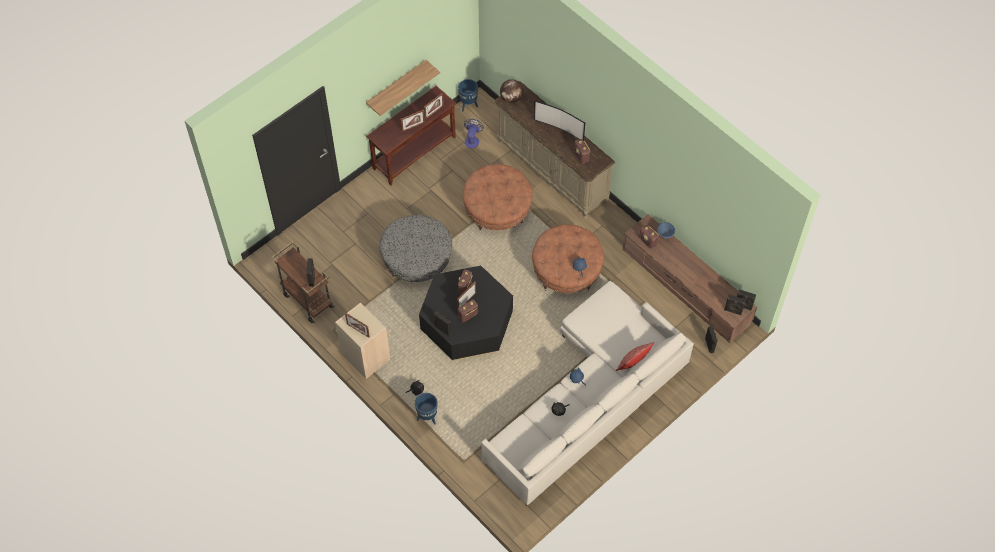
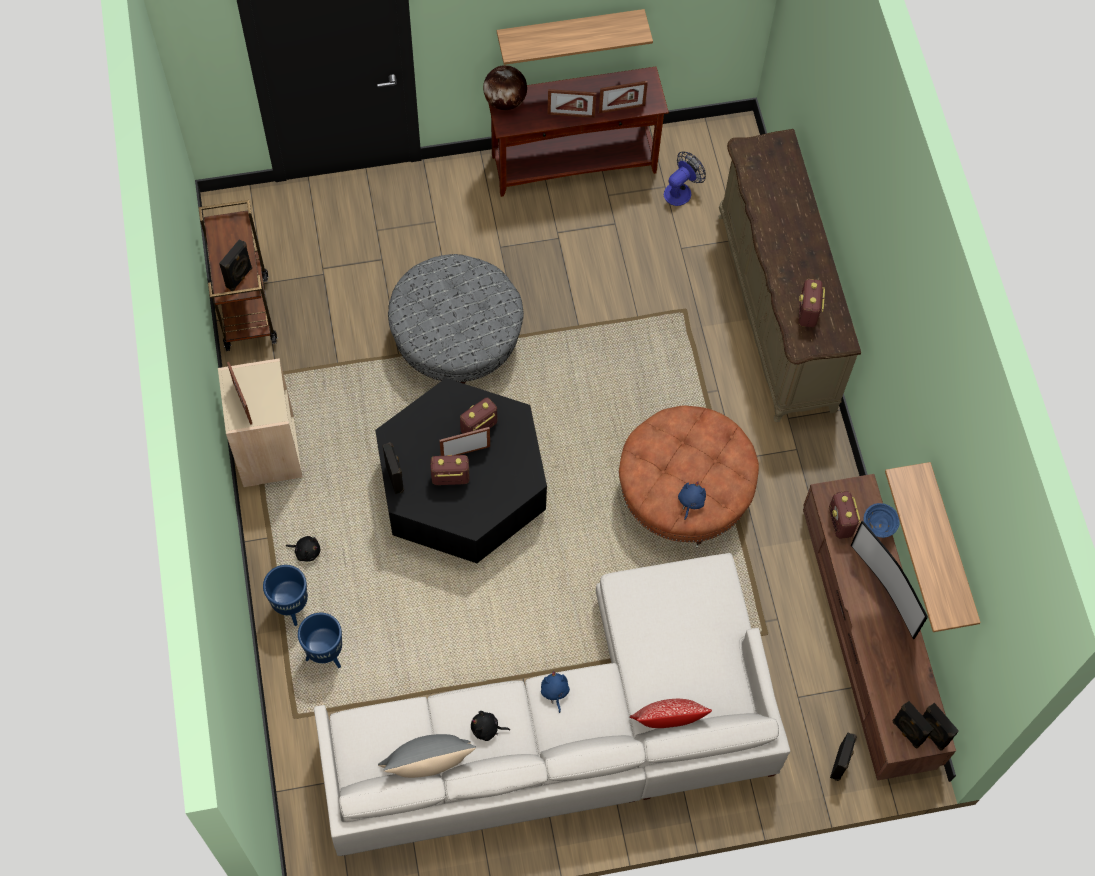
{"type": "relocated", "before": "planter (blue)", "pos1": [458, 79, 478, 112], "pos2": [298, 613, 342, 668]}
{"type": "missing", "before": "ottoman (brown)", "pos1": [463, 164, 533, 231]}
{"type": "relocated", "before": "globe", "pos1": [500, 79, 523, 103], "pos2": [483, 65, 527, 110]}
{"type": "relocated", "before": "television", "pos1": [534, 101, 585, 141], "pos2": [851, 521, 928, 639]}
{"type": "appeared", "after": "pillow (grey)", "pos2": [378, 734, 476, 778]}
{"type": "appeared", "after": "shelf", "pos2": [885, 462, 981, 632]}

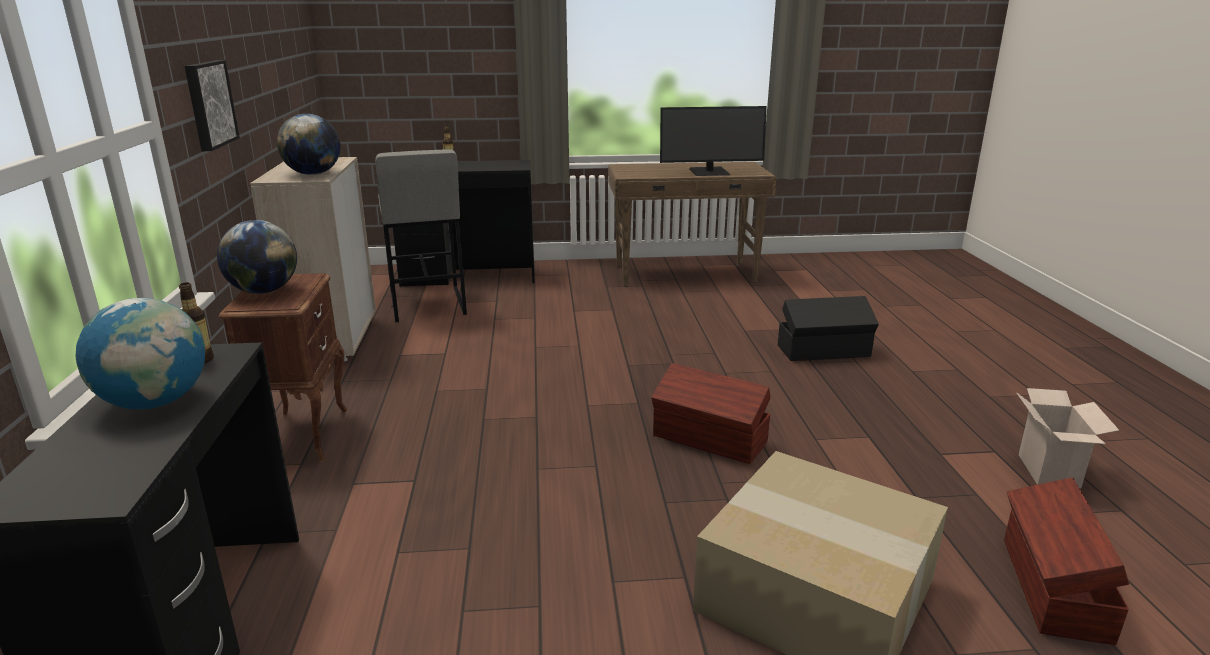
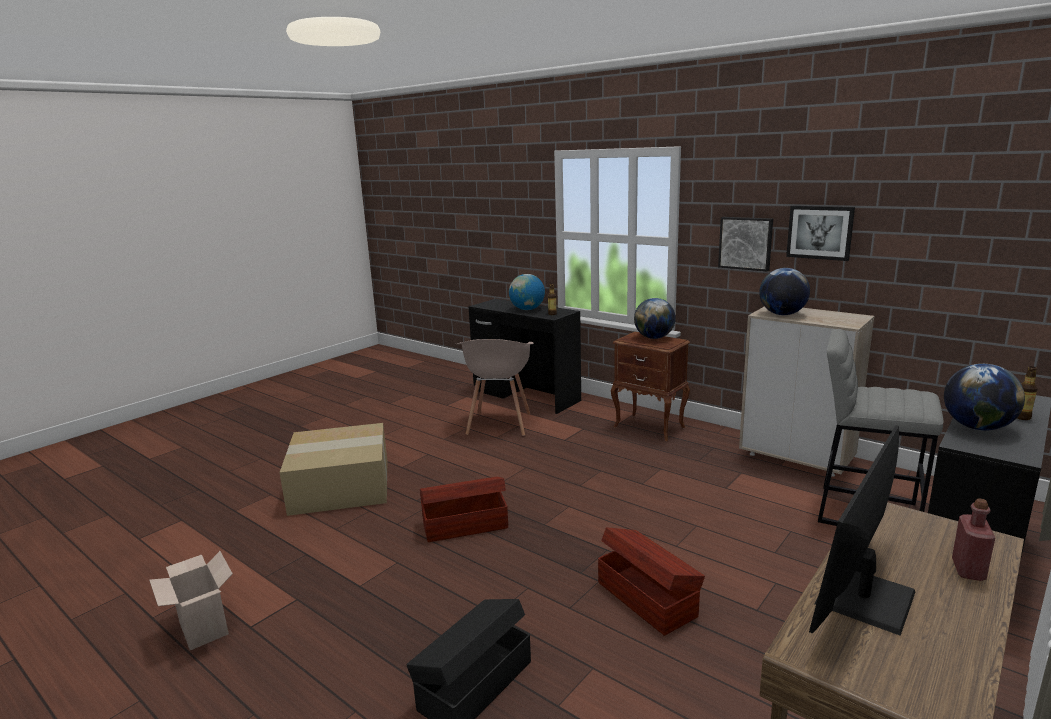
{"type": "relocated", "before": "storage box (brown)", "pos1": [1004, 477, 1129, 645], "pos2": [598, 528, 705, 636]}
{"type": "appeared", "after": "chair (beige)", "pos2": [457, 339, 534, 436]}
{"type": "appeared", "after": "picture", "pos2": [786, 206, 855, 261]}
{"type": "appeared", "after": "globe", "pos2": [944, 364, 1025, 431]}
{"type": "appeared", "after": "bottle (red)", "pos2": [952, 498, 995, 581]}

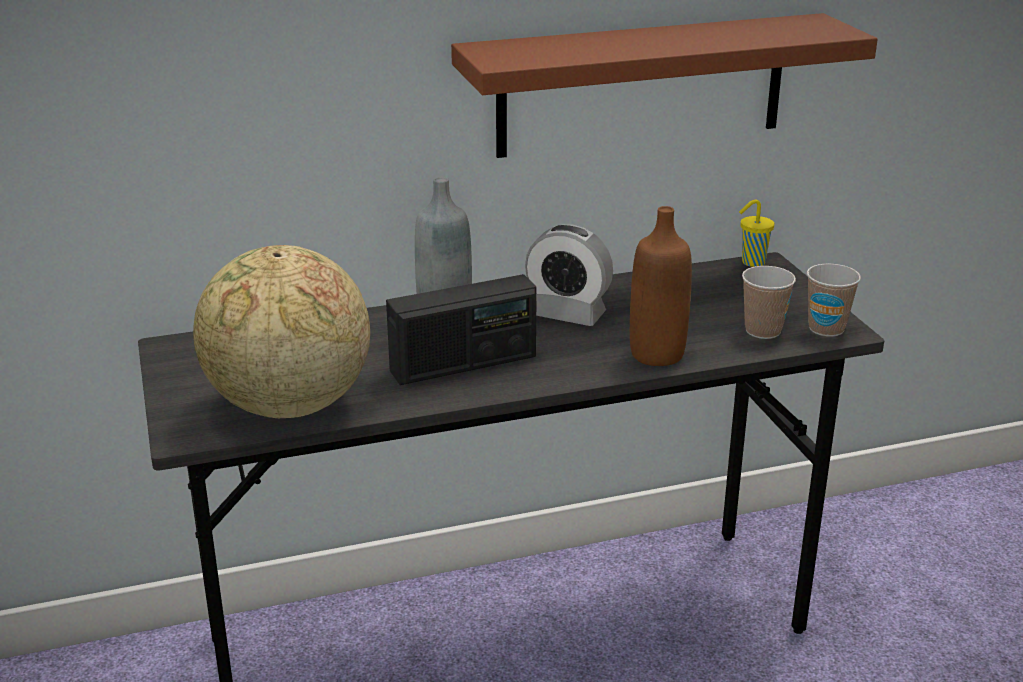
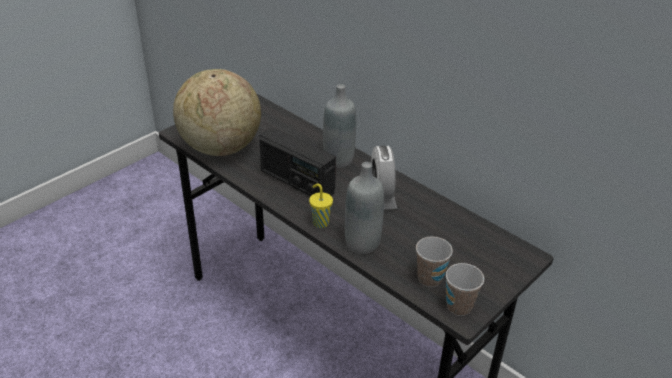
{"type": "missing", "before": "shelf (brown)", "pos1": [451, 13, 878, 158]}
{"type": "colour", "before": "bottle (brown)", "after": "bottle (grey)", "pos1": [630, 206, 692, 366], "pos2": [345, 162, 384, 254]}
{"type": "relocated", "before": "cup (yellow)", "pos1": [739, 200, 774, 267], "pos2": [309, 184, 333, 228]}

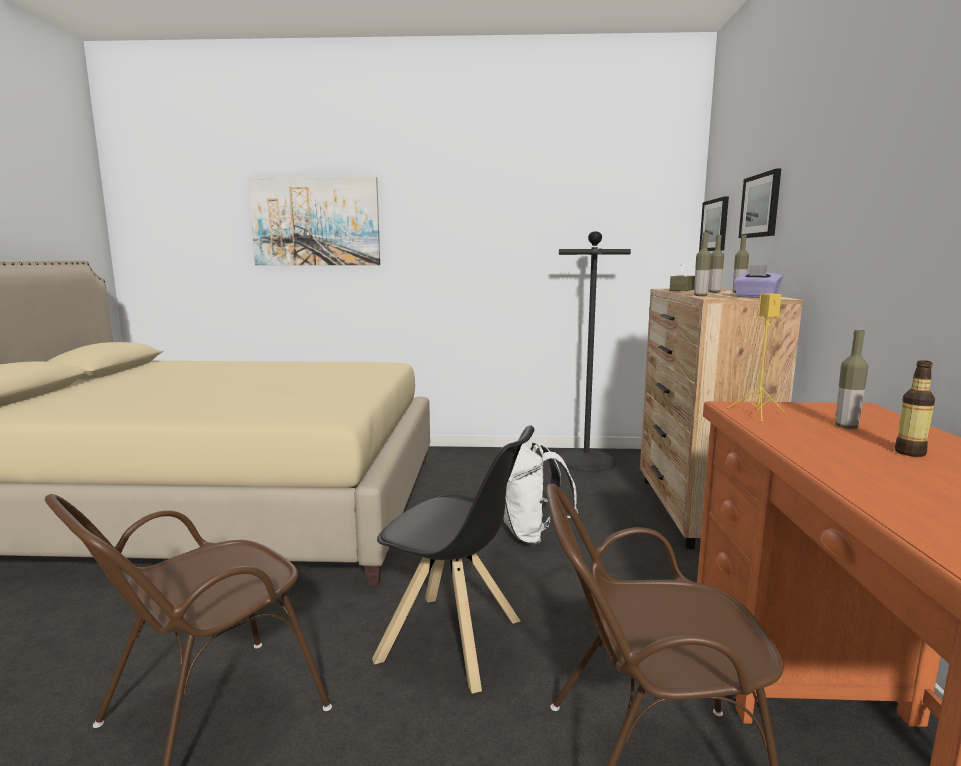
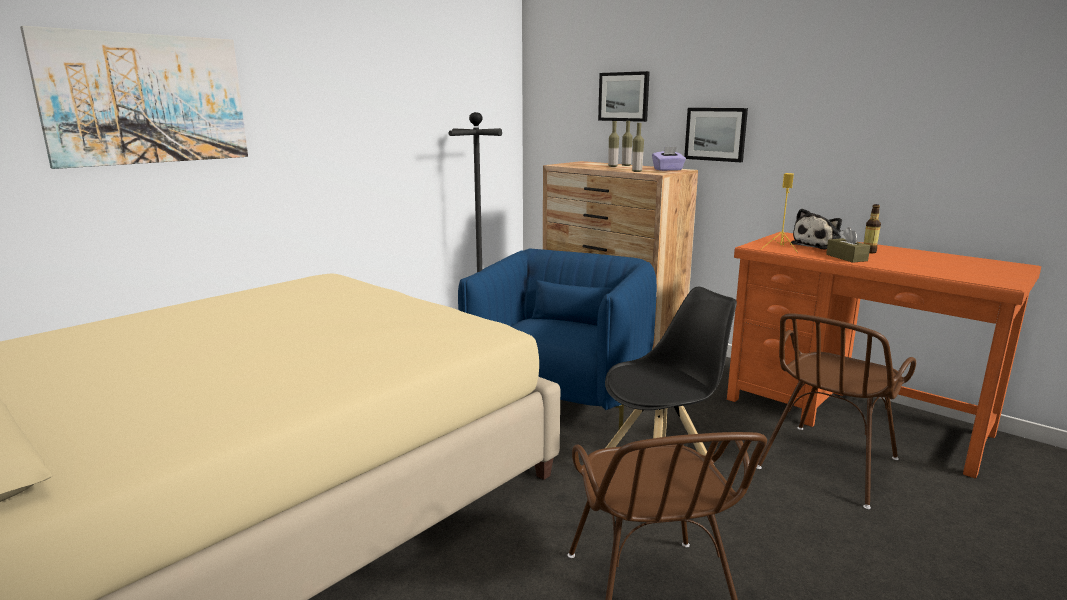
{"type": "exchanged", "before": "backpack (white)", "after": "armchair (blue)", "pos1": [503, 442, 578, 545], "pos2": [458, 248, 657, 429]}
{"type": "relocated", "before": "tissue box (brown)", "pos1": [670, 263, 695, 291], "pos2": [826, 227, 870, 263]}
{"type": "relocated", "before": "picture", "pos1": [699, 196, 729, 251], "pos2": [684, 108, 748, 162]}
{"type": "exchanged", "before": "bottle", "after": "plush toy", "pos1": [835, 330, 868, 429], "pos2": [790, 208, 842, 250]}

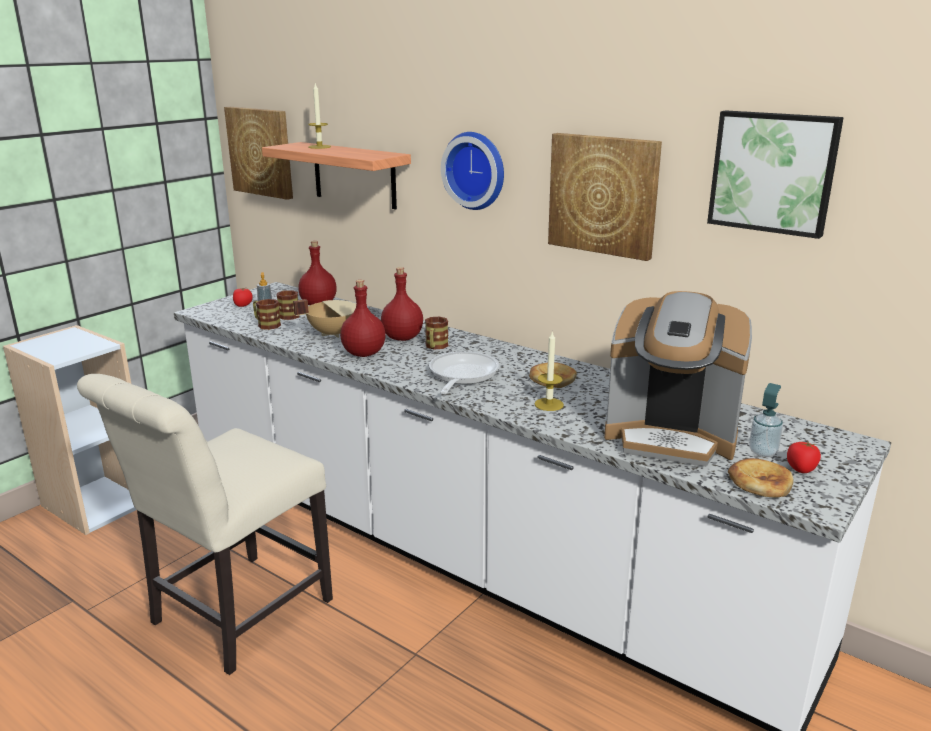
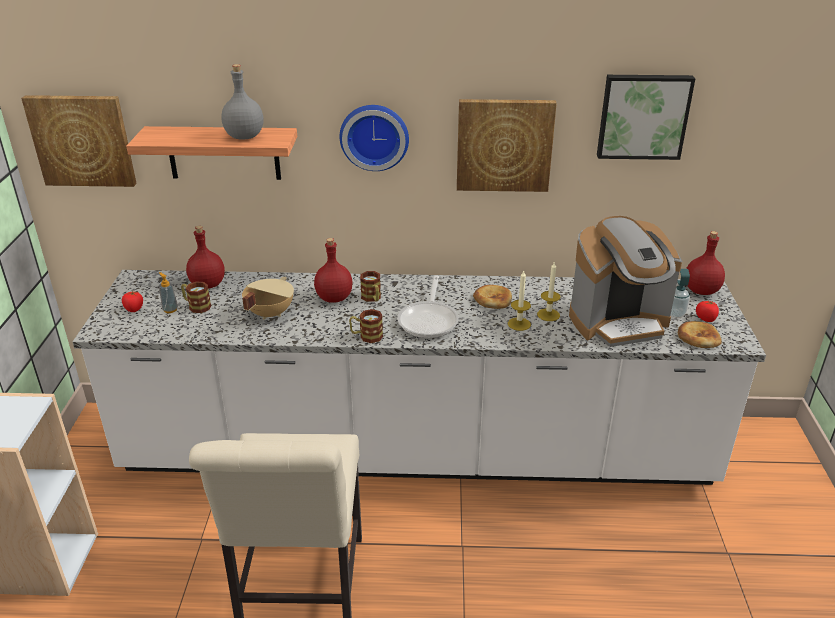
{"type": "relocated", "before": "mug", "pos1": [253, 299, 281, 330], "pos2": [349, 309, 383, 343]}
{"type": "relocated", "before": "candle", "pos1": [308, 84, 331, 149], "pos2": [537, 262, 561, 321]}
{"type": "relocated", "before": "bottle (red)", "pos1": [340, 280, 386, 357], "pos2": [686, 231, 725, 295]}
{"type": "spun", "before": "frying pan", "pos1": [429, 351, 500, 394], "pos2": [397, 275, 459, 338], "turn": -150}
{"type": "appeared", "after": "bottle (grey)", "pos2": [222, 64, 263, 139]}

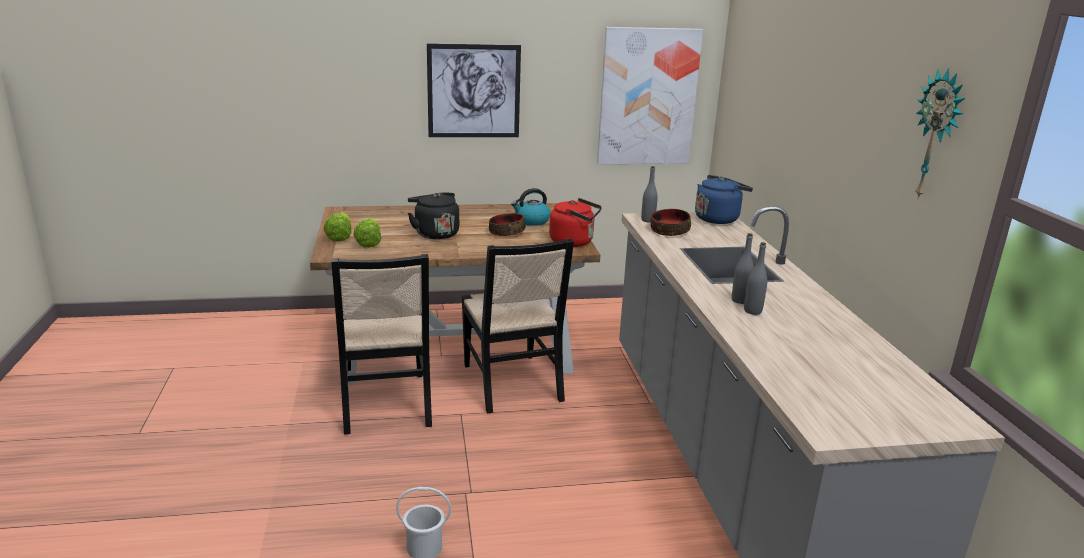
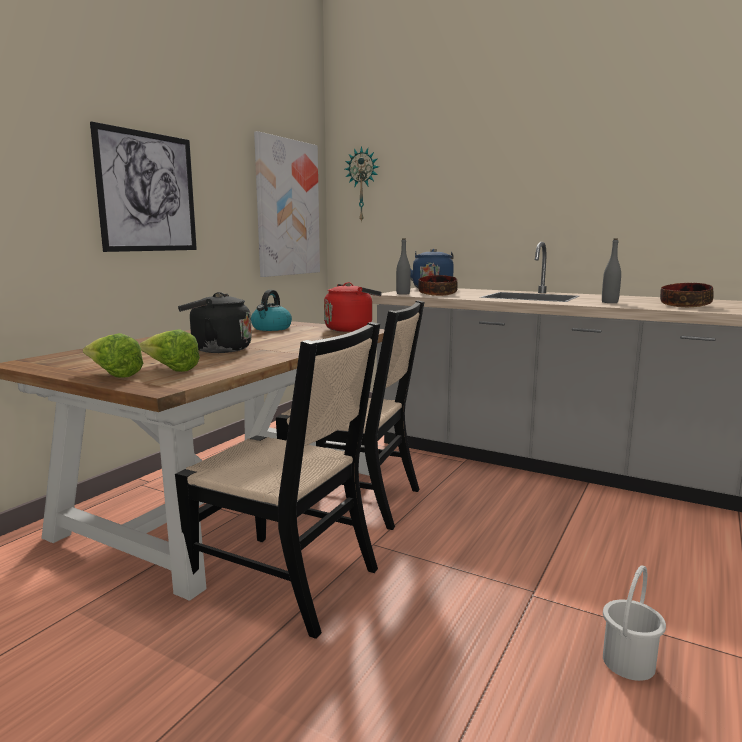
{"type": "relocated", "before": "bowl", "pos1": [489, 213, 526, 236], "pos2": [660, 283, 713, 307]}
{"type": "missing", "before": "bottle (grey)", "pos1": [744, 242, 767, 315]}
{"type": "relocated", "before": "wall clock", "pos1": [915, 68, 965, 199], "pos2": [345, 146, 379, 223]}

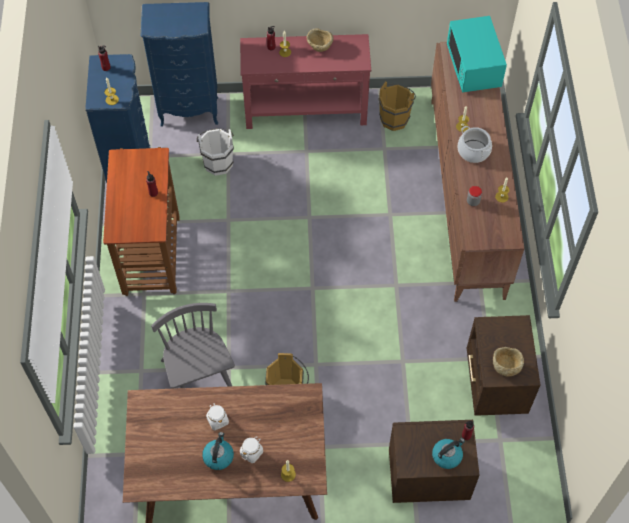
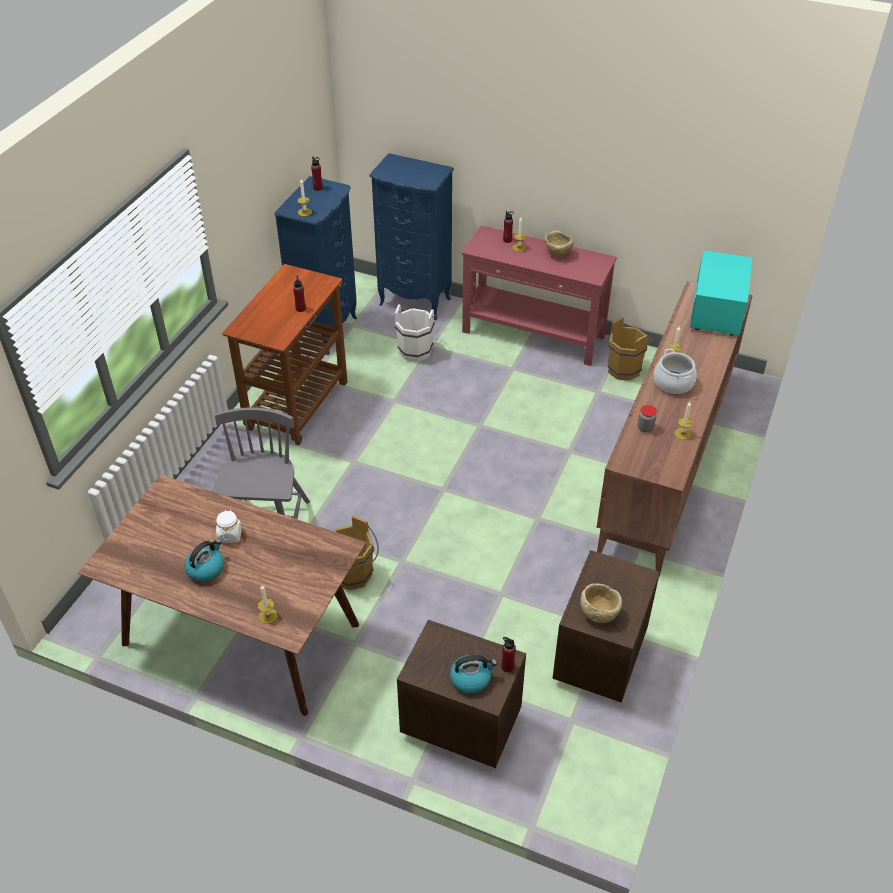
{"type": "missing", "before": "jar (white)", "pos1": [240, 436, 263, 463]}

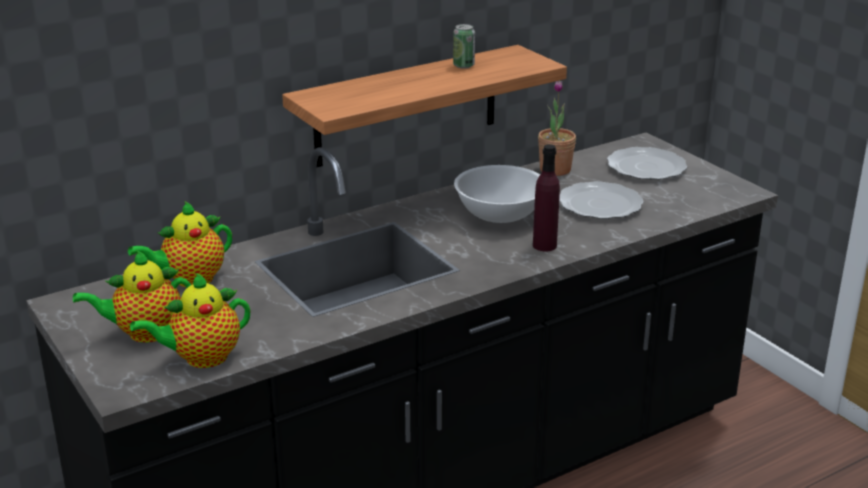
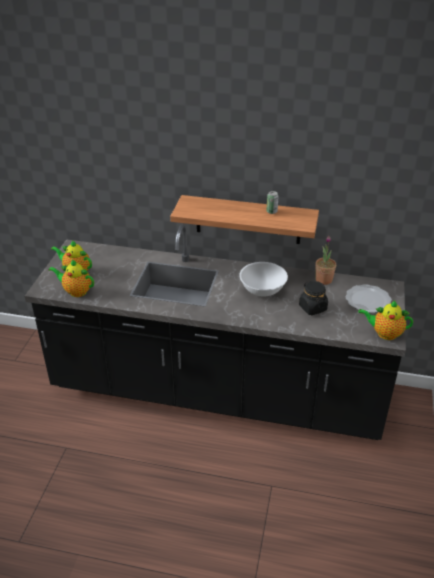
{"type": "relocated", "before": "teapot", "pos1": [128, 201, 232, 287], "pos2": [358, 301, 413, 340]}
{"type": "missing", "before": "bottle (purple)", "pos1": [533, 144, 560, 251]}
{"type": "exchanged", "before": "plate", "after": "jar (black)", "pos1": [559, 181, 644, 219], "pos2": [299, 281, 328, 315]}

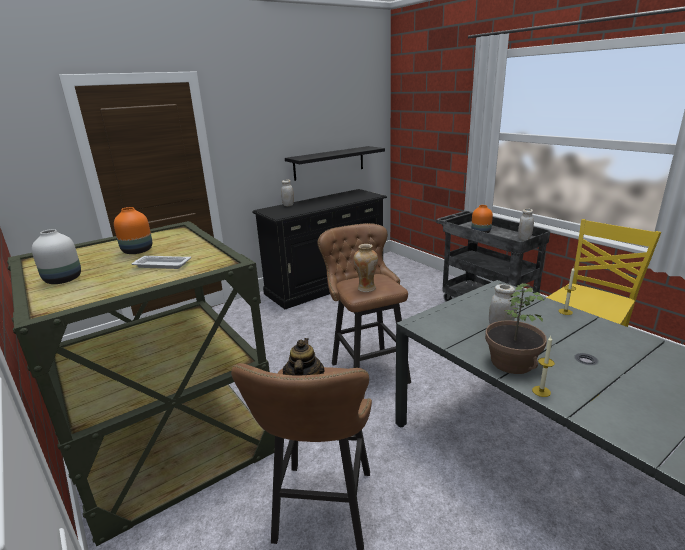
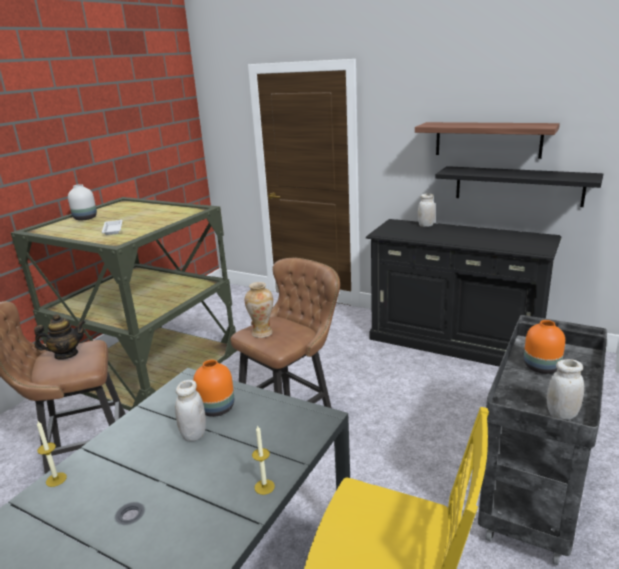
{"type": "relocated", "before": "vase (orange)", "pos1": [114, 207, 152, 254], "pos2": [193, 360, 234, 417]}
{"type": "missing", "before": "potted plant", "pos1": [485, 283, 547, 374]}
{"type": "appeared", "after": "shelf", "pos2": [415, 122, 560, 159]}

